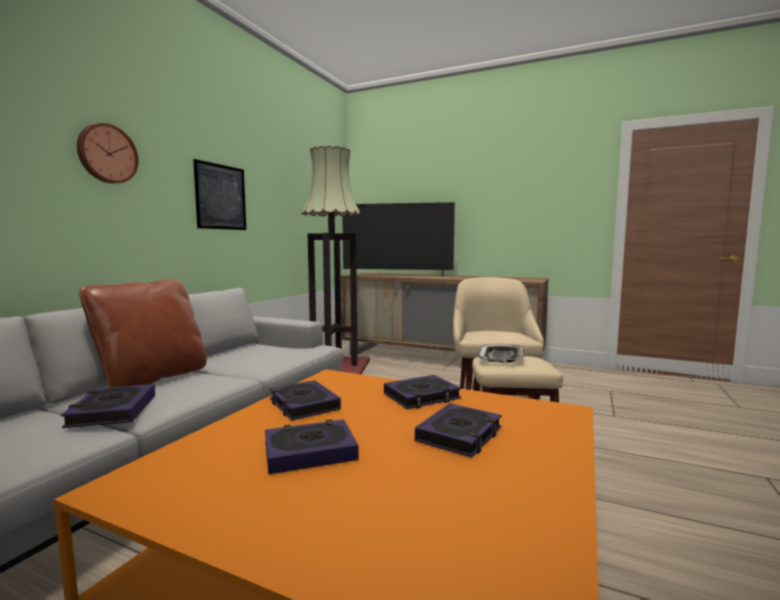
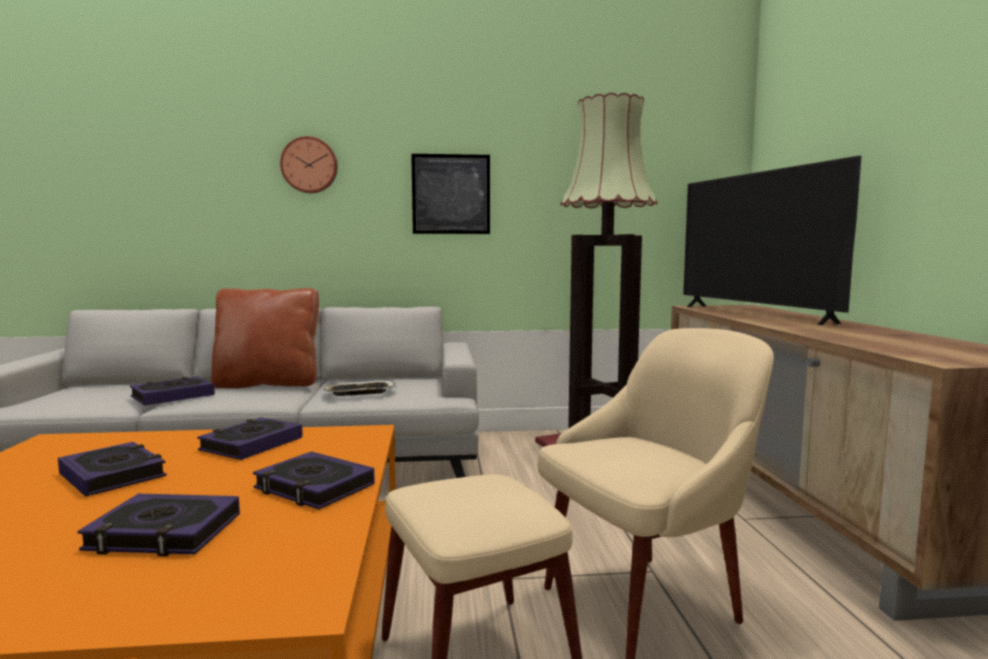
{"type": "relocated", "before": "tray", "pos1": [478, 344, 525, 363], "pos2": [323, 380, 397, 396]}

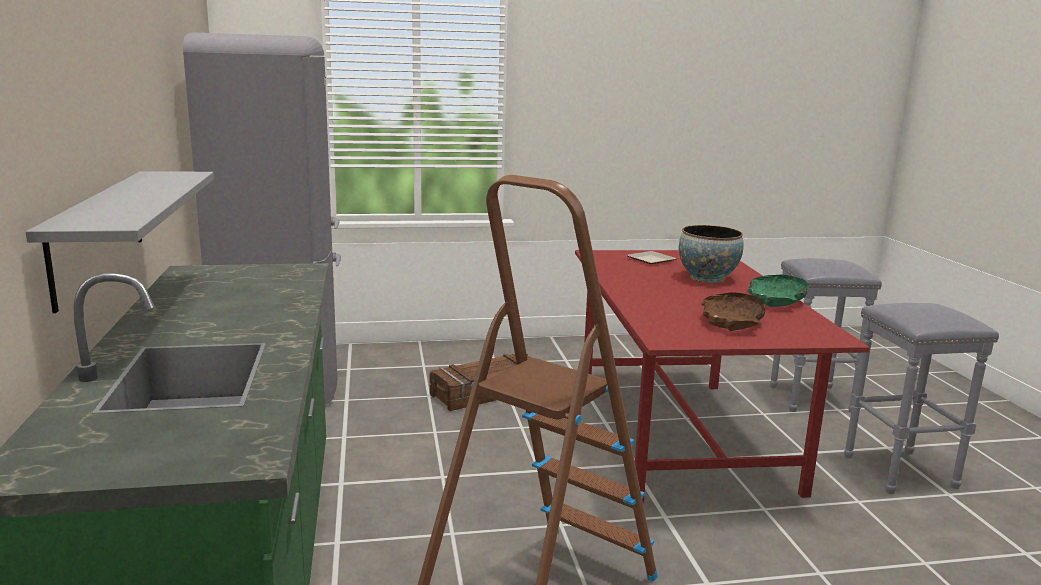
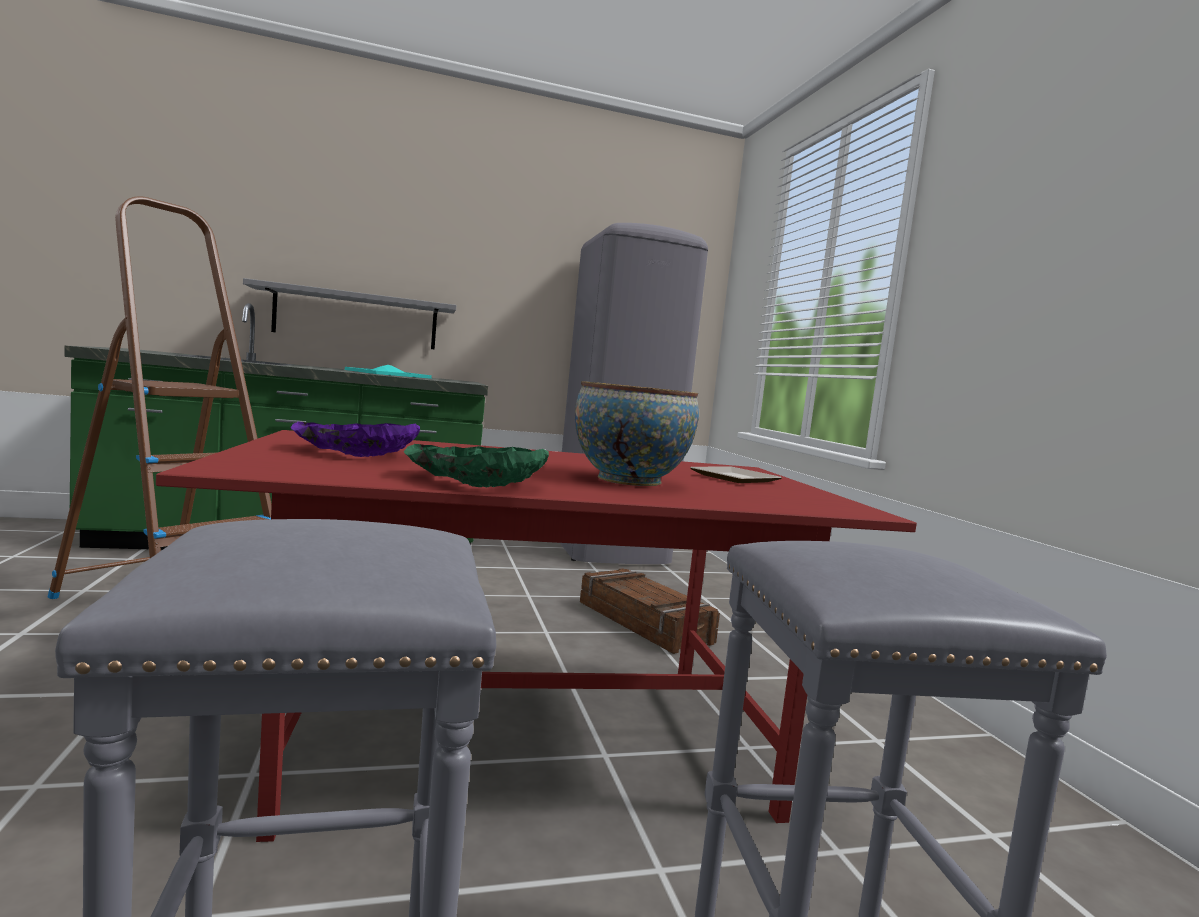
{"type": "colour", "before": "bowl (brown)", "after": "bowl (purple)", "pos1": [701, 292, 765, 331], "pos2": [290, 422, 420, 457]}
{"type": "appeared", "after": "tray (turquoise)", "pos2": [345, 365, 432, 379]}

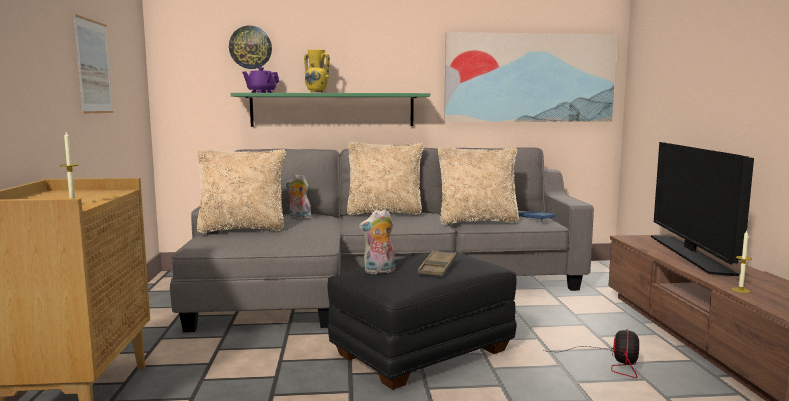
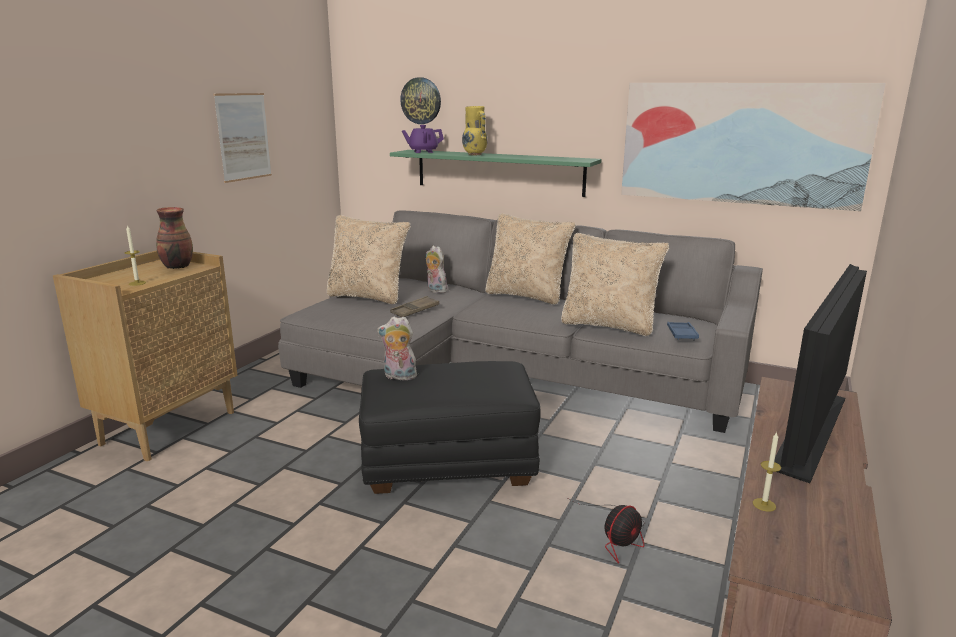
{"type": "relocated", "before": "tray (brown)", "pos1": [417, 250, 457, 276], "pos2": [390, 296, 439, 317]}
{"type": "appeared", "after": "vase", "pos2": [156, 207, 193, 269]}

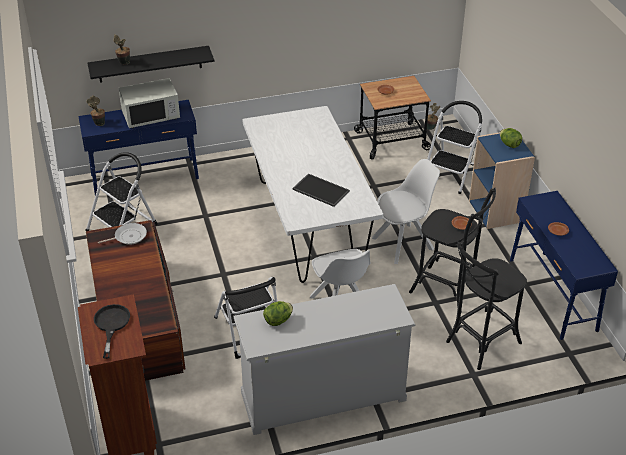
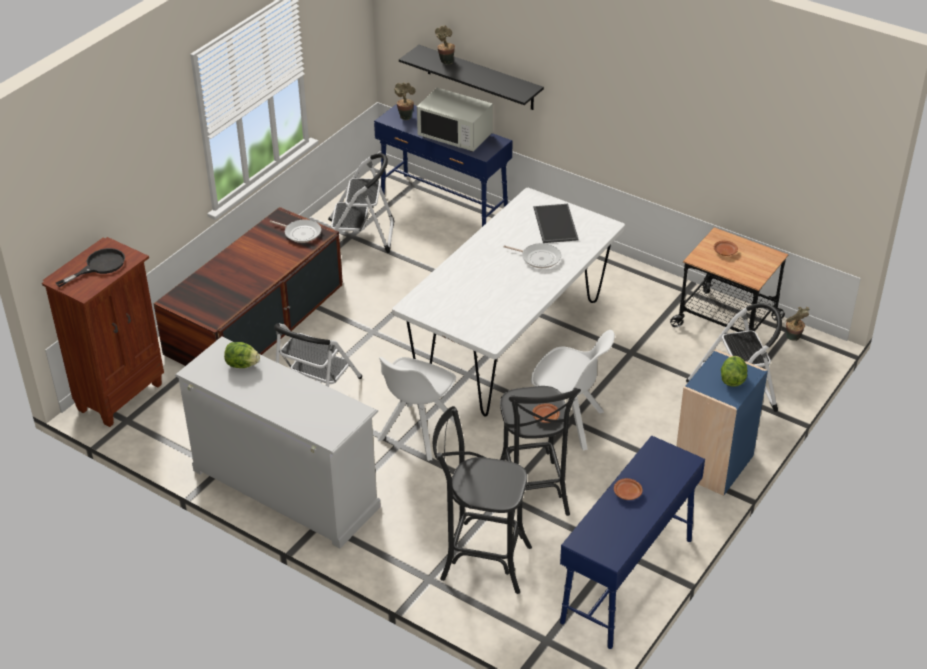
{"type": "relocated", "before": "tray", "pos1": [292, 173, 350, 207], "pos2": [534, 204, 578, 243]}
{"type": "appeared", "after": "frying pan", "pos2": [503, 243, 561, 268]}

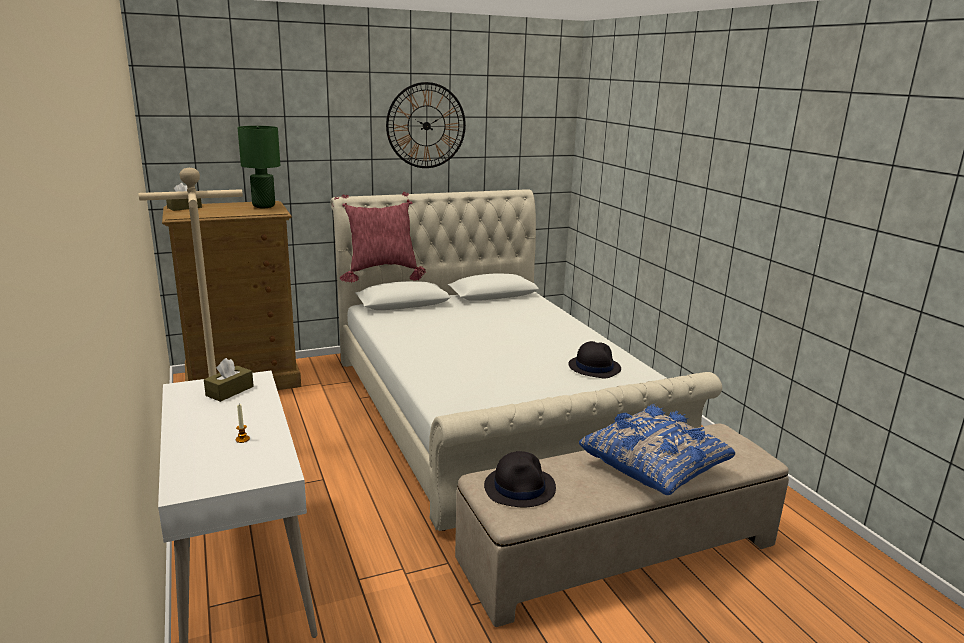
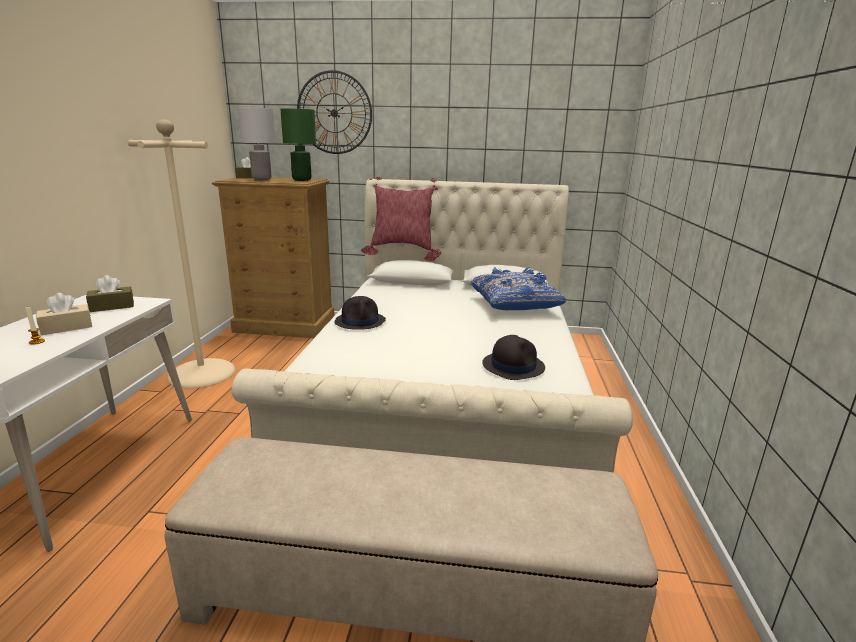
{"type": "relocated", "before": "wall clock", "pos1": [386, 82, 466, 168], "pos2": [297, 70, 372, 154]}
{"type": "relocated", "before": "hat (black)", "pos1": [484, 451, 556, 507], "pos2": [334, 296, 386, 330]}
{"type": "relocated", "before": "pillow (blue)", "pos1": [579, 404, 735, 495], "pos2": [471, 267, 566, 310]}
{"type": "appeared", "after": "tissue box (beige)", "pos2": [36, 293, 92, 335]}
{"type": "appeared", "after": "table lamp (grey)", "pos2": [238, 107, 275, 180]}

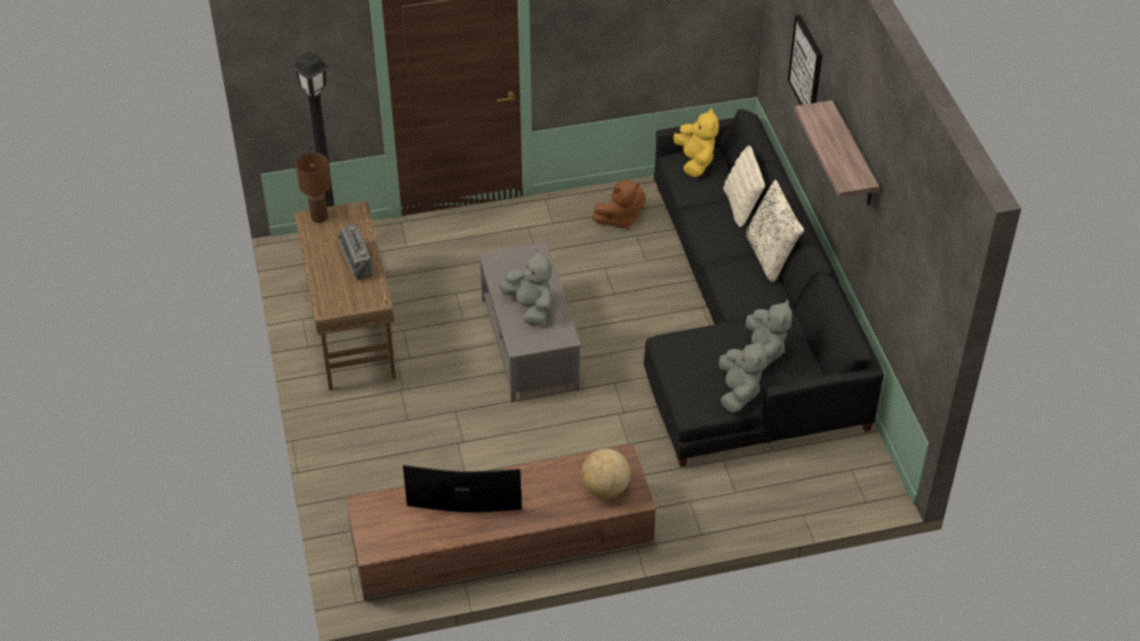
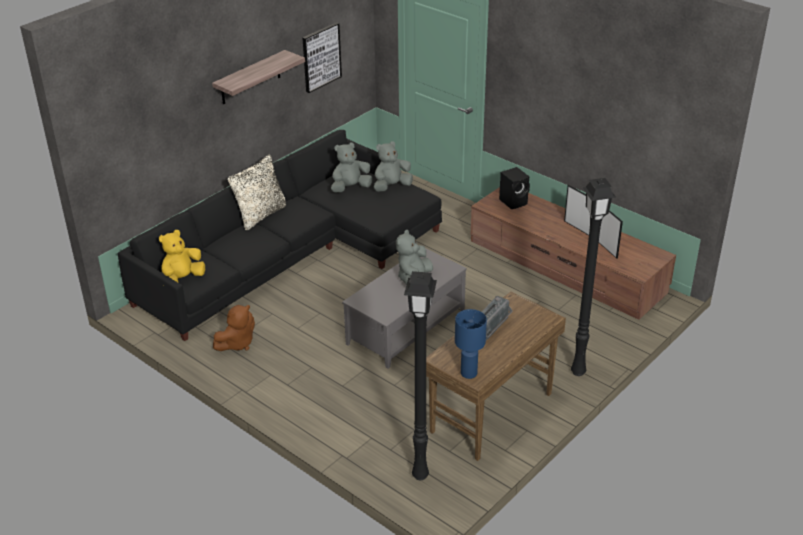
{"type": "colour", "before": "table lamp (brown)", "after": "table lamp (blue)", "pos1": [296, 152, 331, 223], "pos2": [455, 309, 487, 379]}
{"type": "exchanged", "before": "globe", "after": "speaker (black)", "pos1": [581, 449, 630, 498], "pos2": [499, 167, 530, 209]}
{"type": "spun", "before": "plush toy (brown)", "pos1": [592, 179, 646, 230], "pos2": [213, 305, 255, 351], "turn": 105}
{"type": "missing", "before": "pillow (beige)", "pos1": [723, 145, 765, 227]}
{"type": "relocated", "before": "picture", "pos1": [788, 15, 822, 105], "pos2": [303, 22, 342, 93]}
{"type": "appeared", "after": "floor lamp (black)", "pos2": [571, 178, 616, 376]}

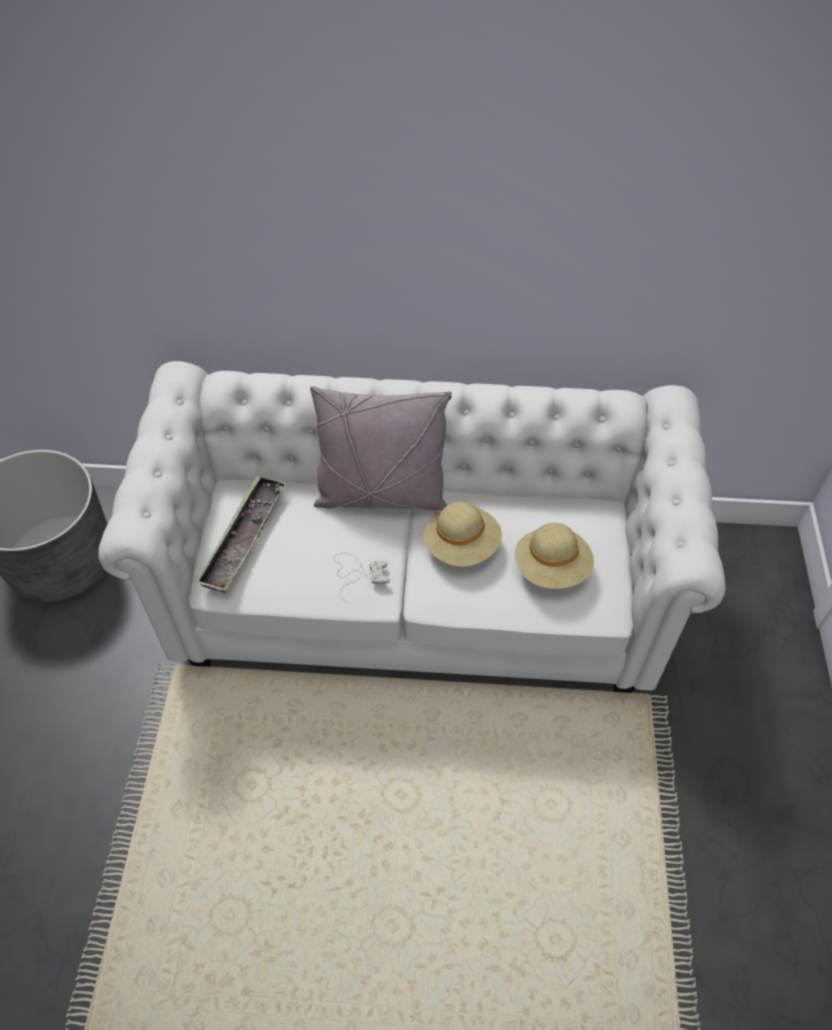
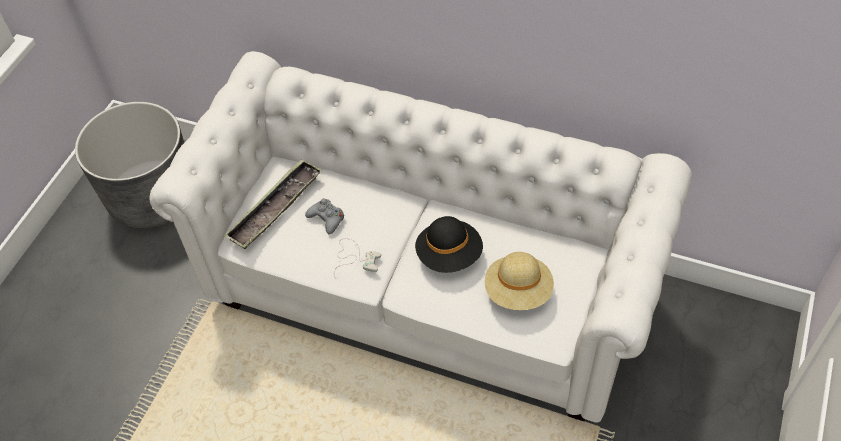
{"type": "missing", "before": "pillow (purple)", "pos1": [310, 386, 452, 510]}
{"type": "colour", "before": "hat (beige)", "after": "hat (black)", "pos1": [423, 502, 502, 567], "pos2": [415, 216, 483, 273]}
{"type": "appeared", "after": "game controller (grey)", "pos2": [305, 198, 344, 235]}

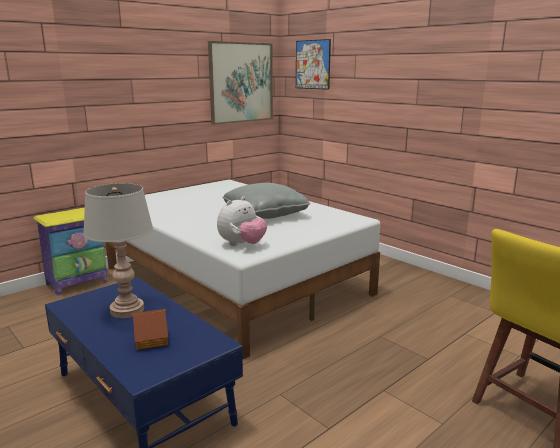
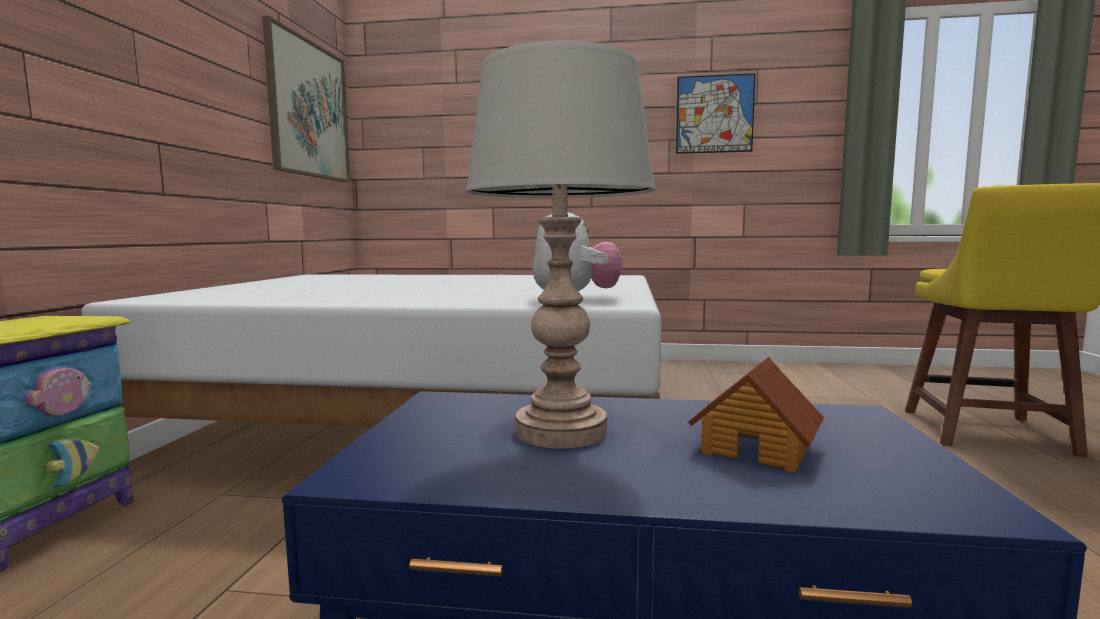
{"type": "missing", "before": "pillow (grey)", "pos1": [222, 183, 310, 219]}
{"type": "relocated", "before": "picture", "pos1": [296, 39, 331, 90], "pos2": [676, 73, 755, 154]}

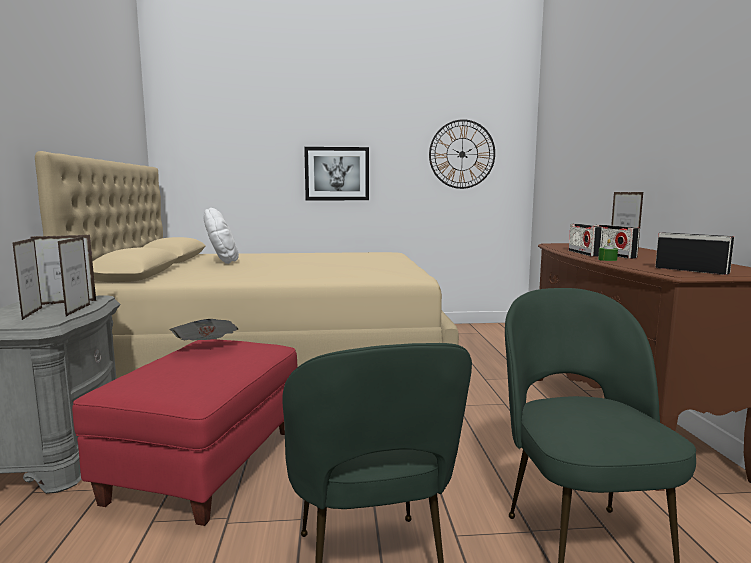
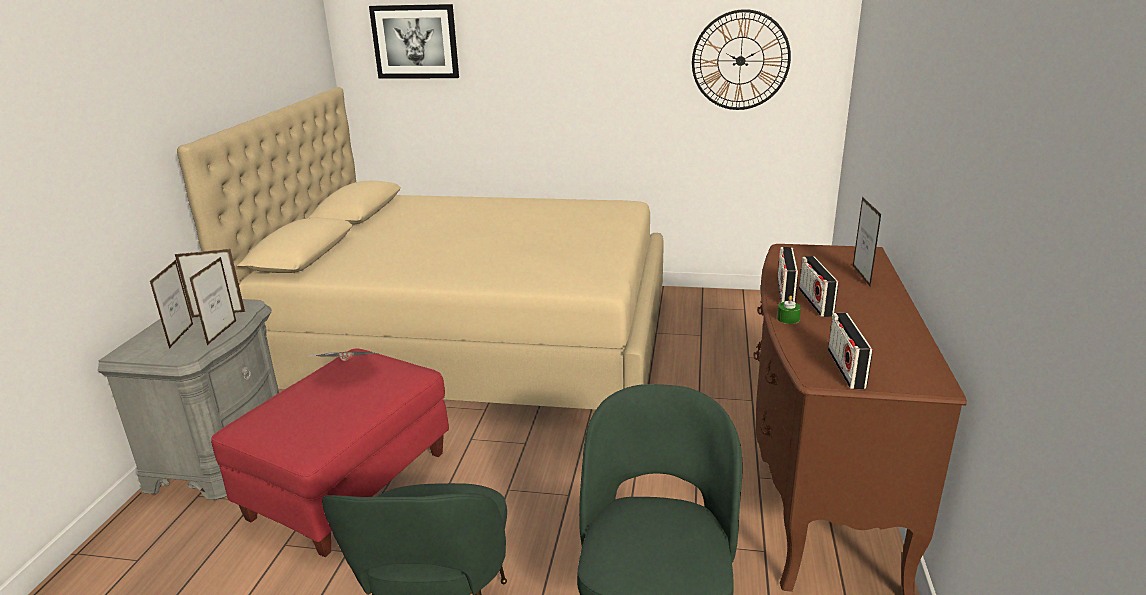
{"type": "missing", "before": "pillow (white)", "pos1": [204, 208, 239, 264]}
{"type": "relocated", "before": "picture", "pos1": [304, 147, 369, 200], "pos2": [369, 4, 459, 79]}
{"type": "spun", "before": "radio", "pos1": [655, 232, 734, 275], "pos2": [828, 313, 872, 389], "turn": -150}

